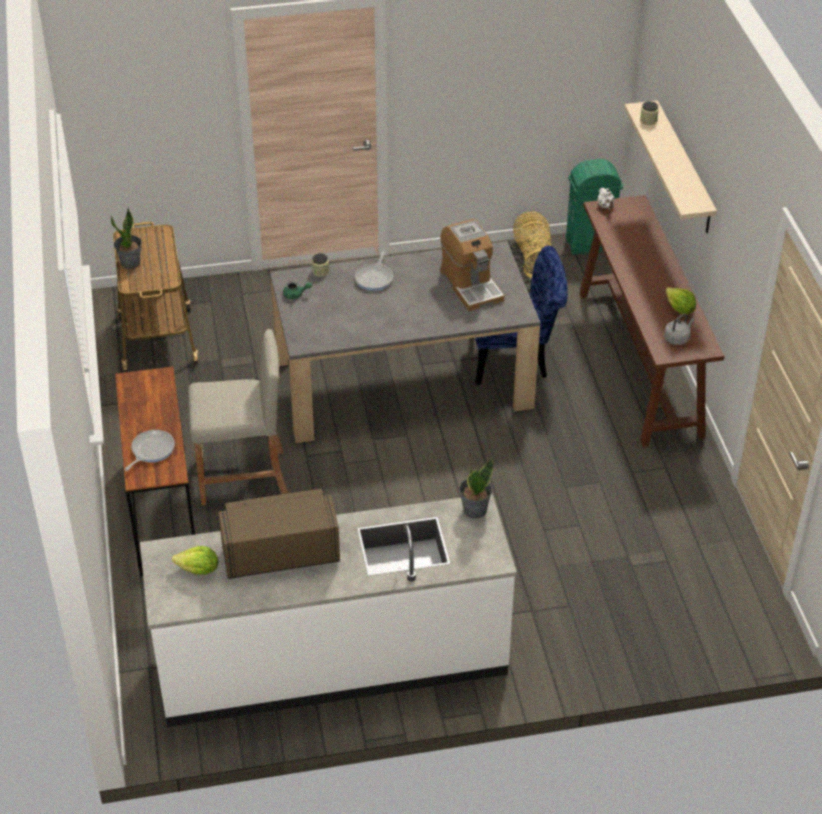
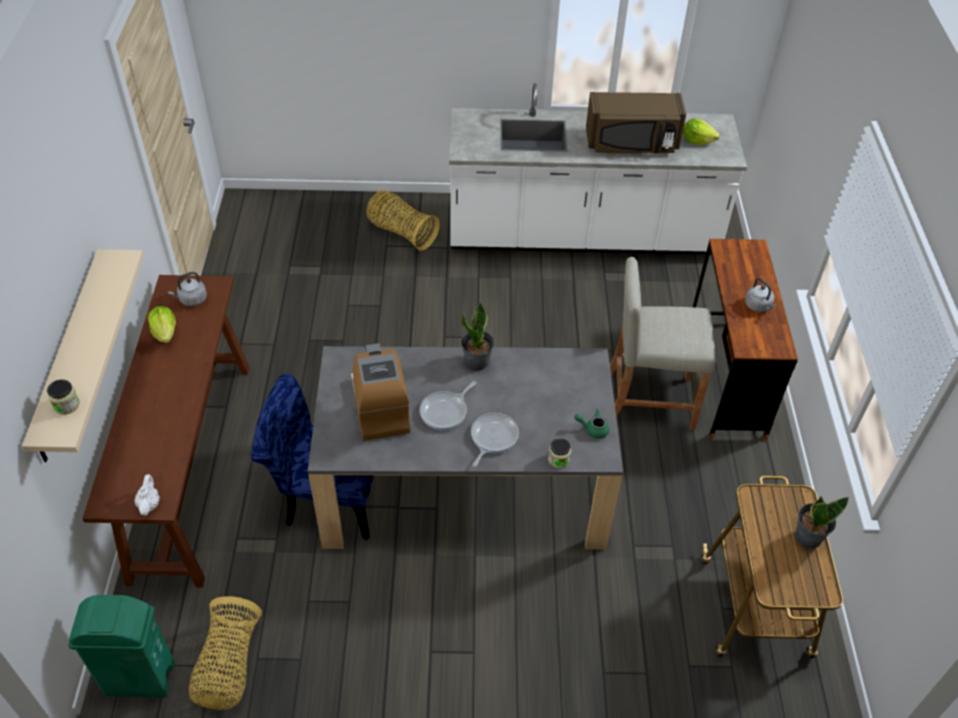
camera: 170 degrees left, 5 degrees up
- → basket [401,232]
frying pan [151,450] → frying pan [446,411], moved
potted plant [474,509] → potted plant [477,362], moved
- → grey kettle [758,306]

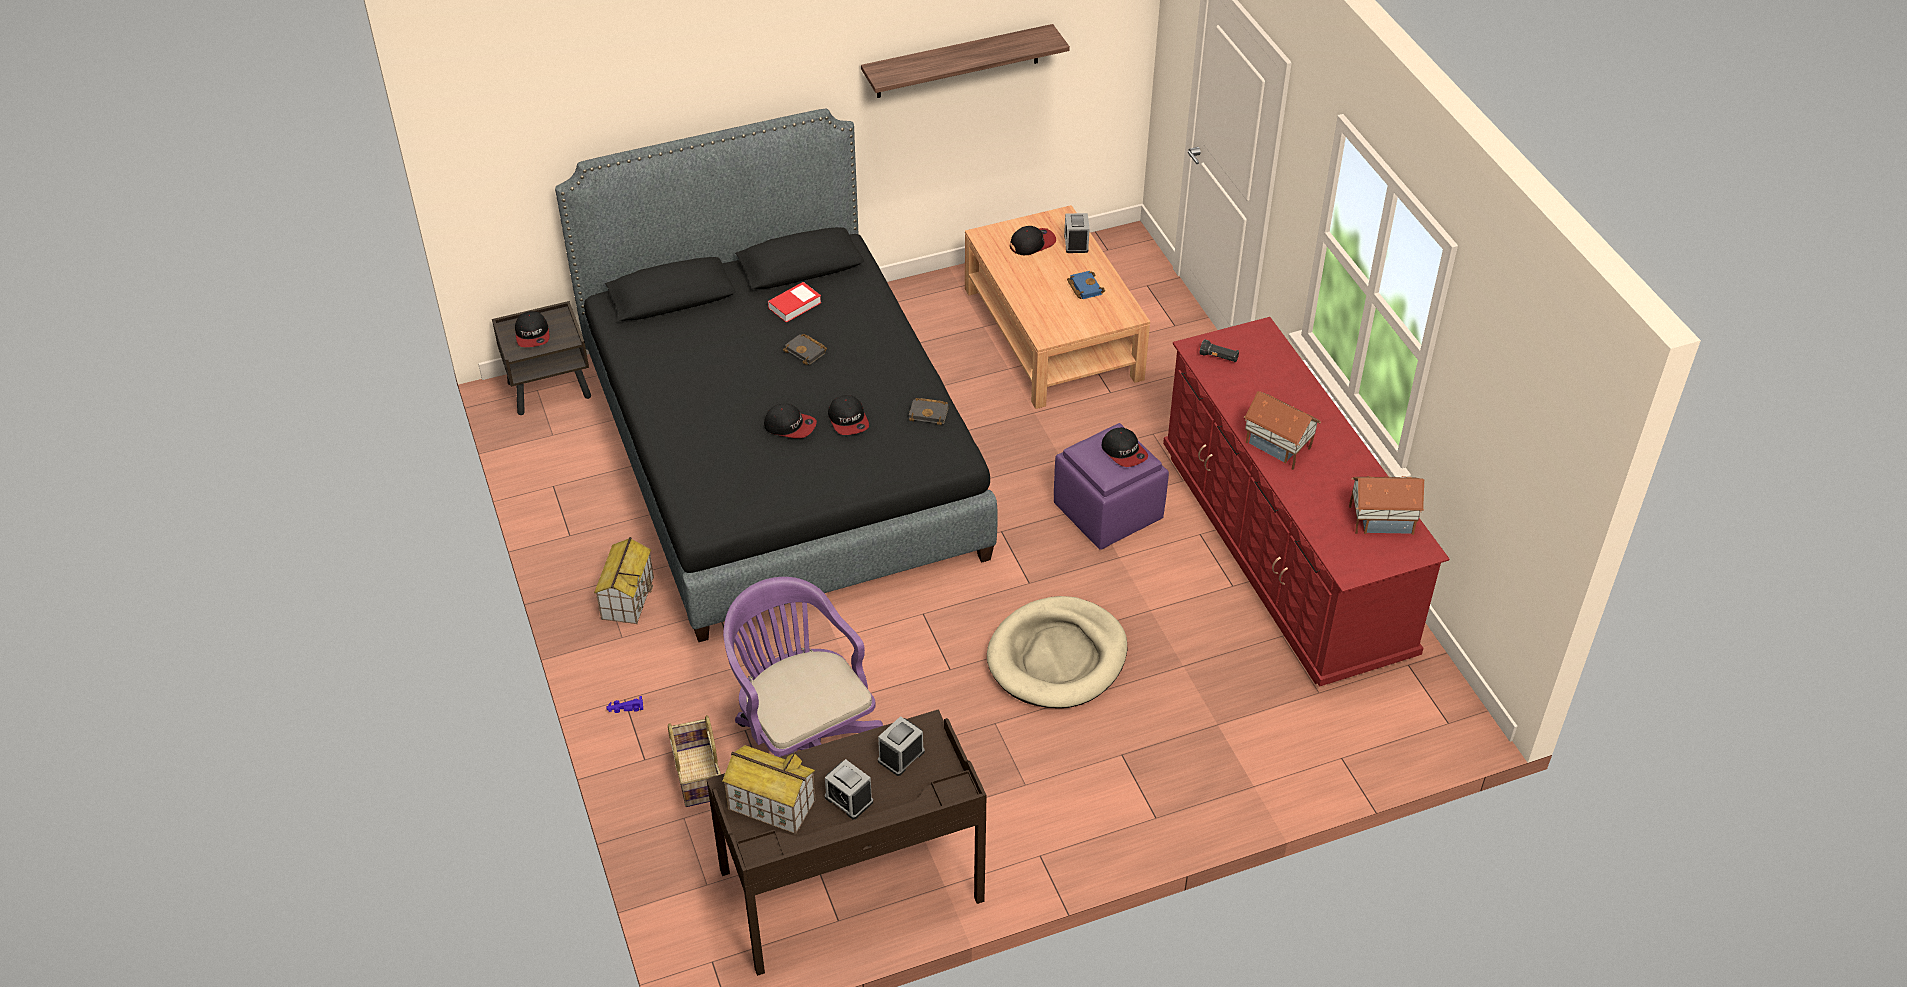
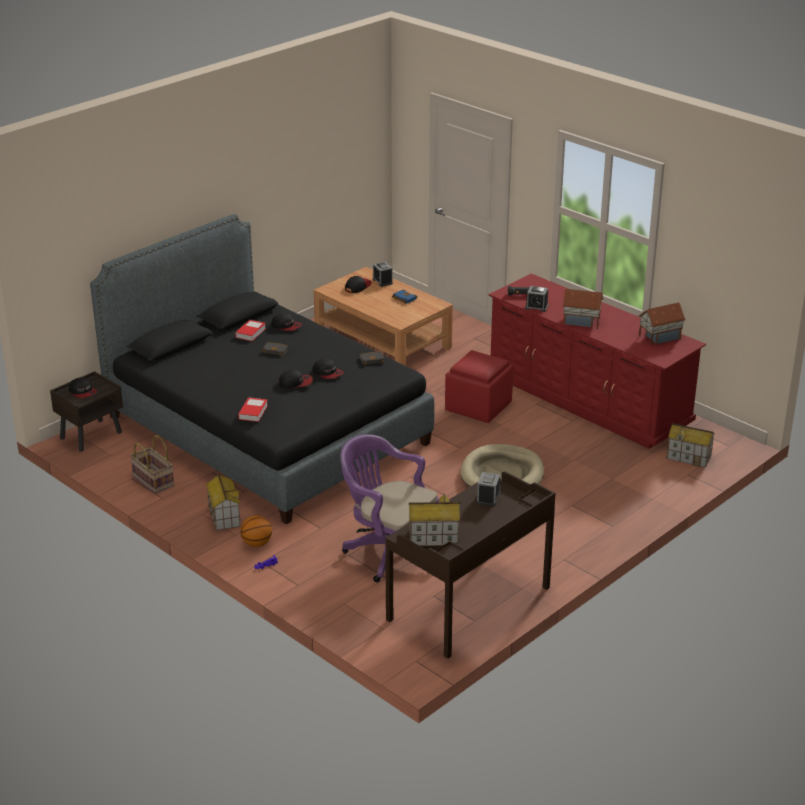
camera: 25 degrees left, 15 degrees down
basket [696,775] → basket [152,481], moved
- → book [253,412]
- → basketball [256,543]
cap [1124,452] → cap [286,326], moved
purple ottoman [1108,511] → red ottoman [478,407]
alarm clock [849,799] → alarm clock [536,307], moved
- → toy house [689,457]
shelf [958,61] → -

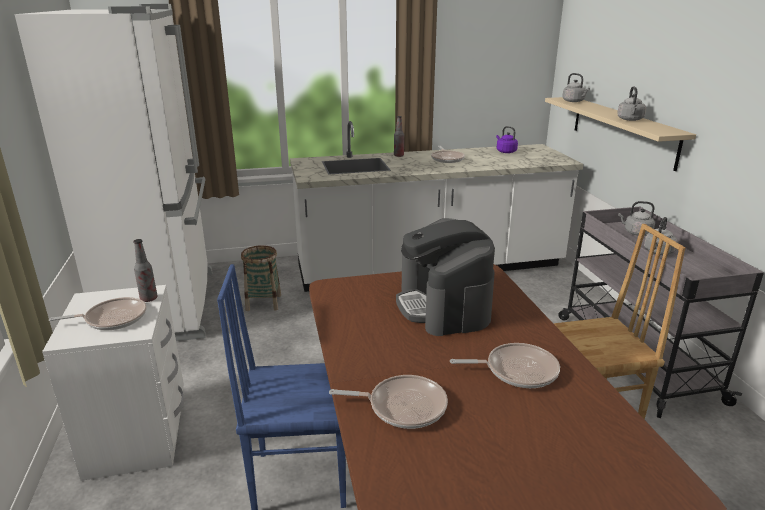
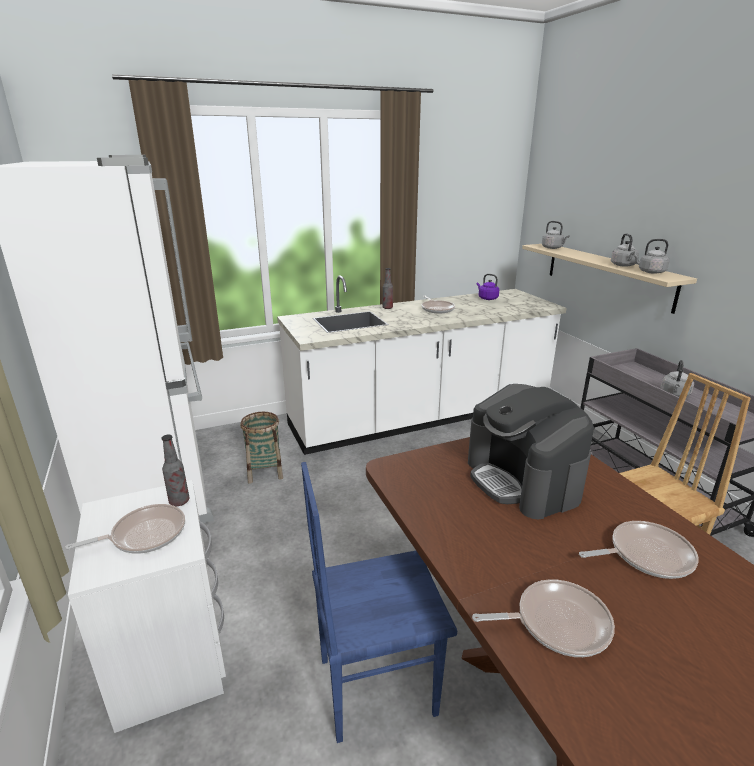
camera: 10 degrees left, 0 degrees up
grey kettle [636,233] → grey kettle [650,272], moved

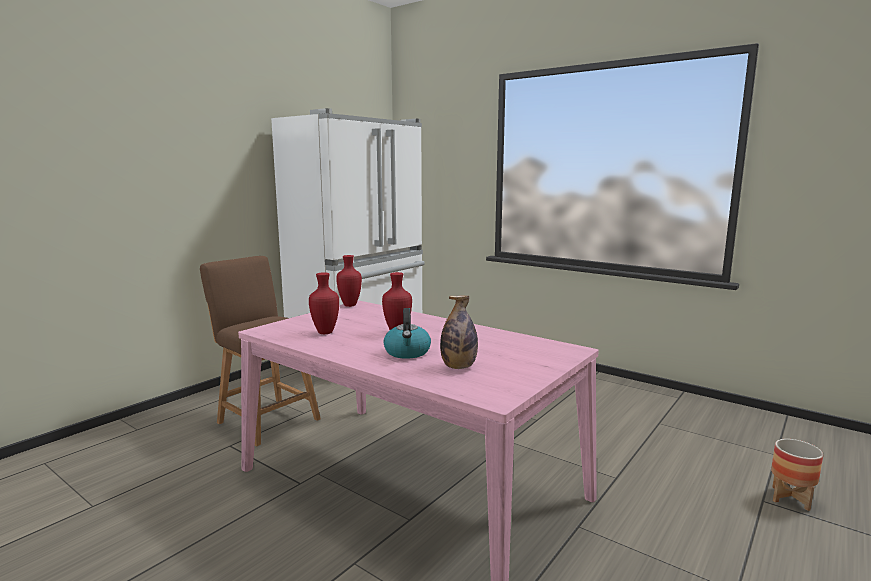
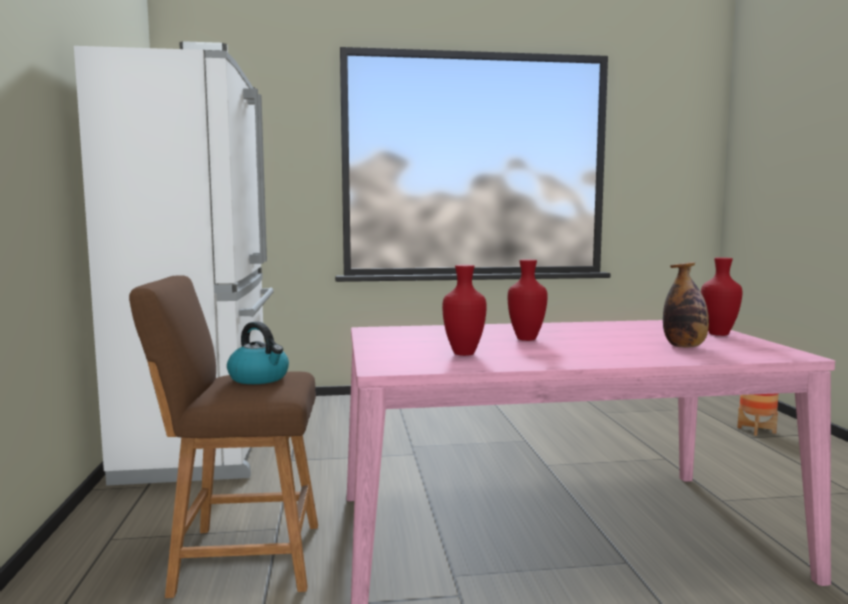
camera: 45 degrees left, 5 degrees down
kettle [407,352] → kettle [259,378], moved
red vase [349,305] → red vase [719,334], moved

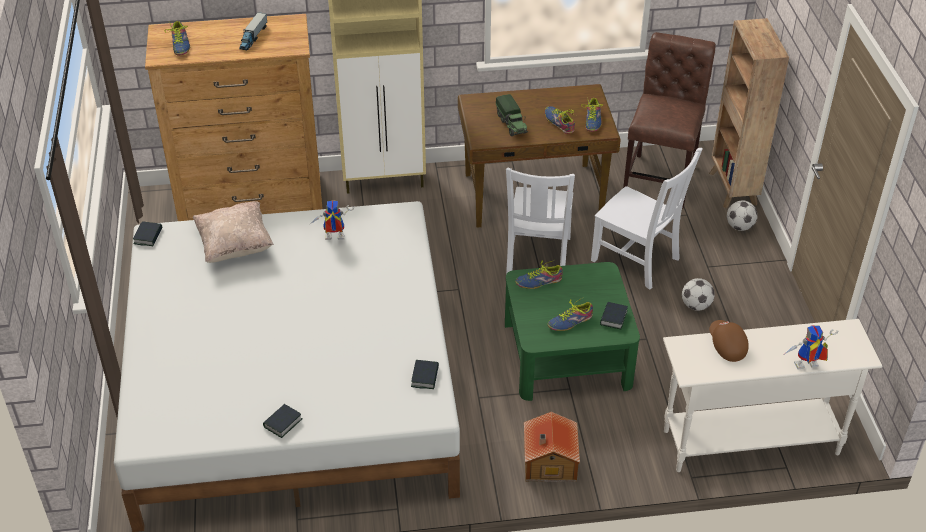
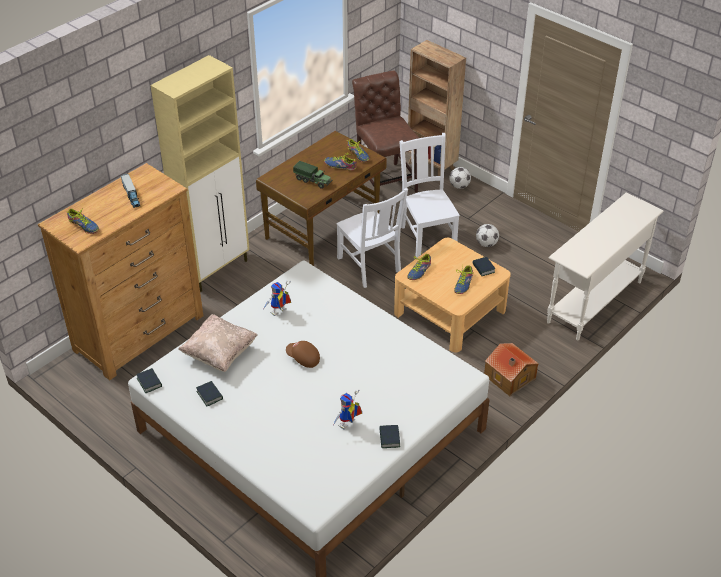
camera: 40 degrees left, 0 degrees up
book [425,377] → book [209,395], moved
brown cap [726,346] → brown cap [303,358], moved
toy robot [805,367] → toy robot [348,425], moved
green coffee table [568,354] → beige coffee table [450,312]
white chair [637,261] → white chair [427,236], 105 degrees counterclockwise

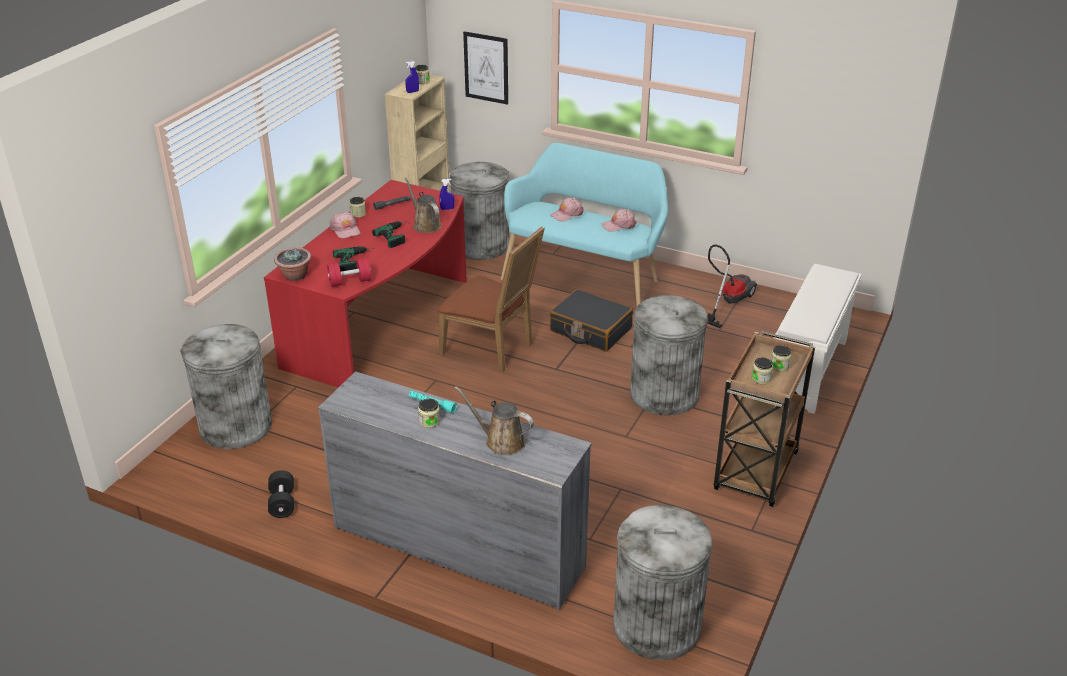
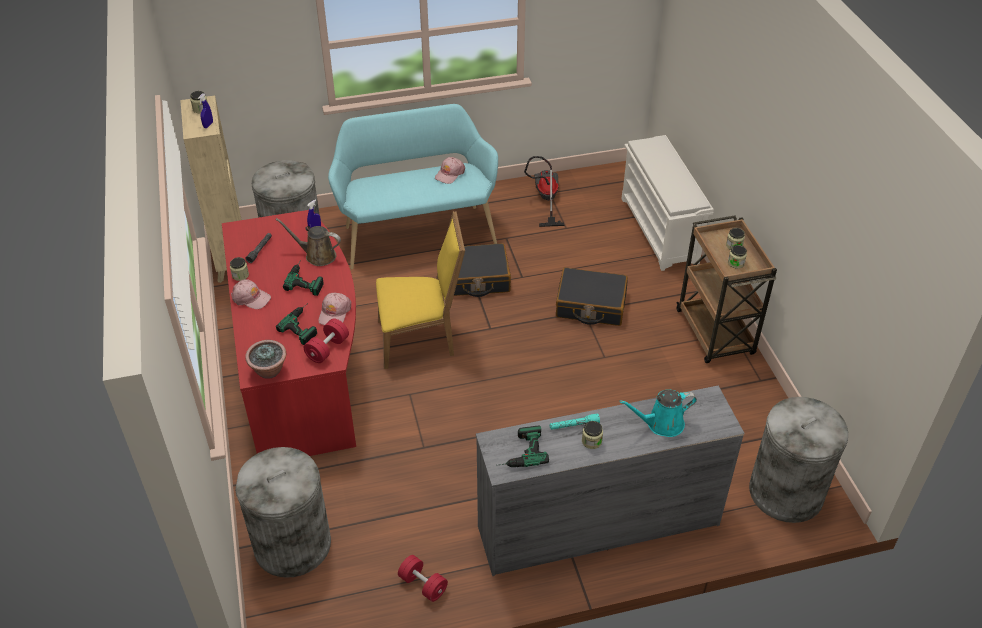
camera: 40 degrees left, 10 degrees up
pink cap [567,214] → pink cap [334,313], moved
brown chair [492,349] → yellow chair [421,339]
black dumbbell [282,503] → red dumbbell [423,584]
- → power drill [519,451]
grey trash can [664,394] → black suitcase [590,305]
brown watering can [501,441] → turquoise watering can [661,424]
picture [486,68] → -

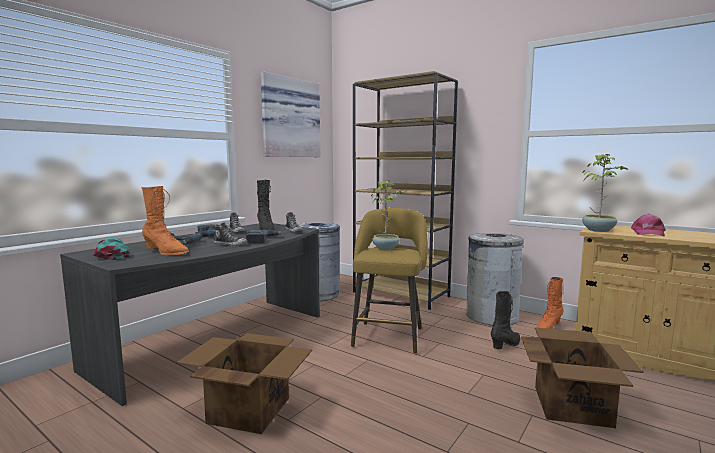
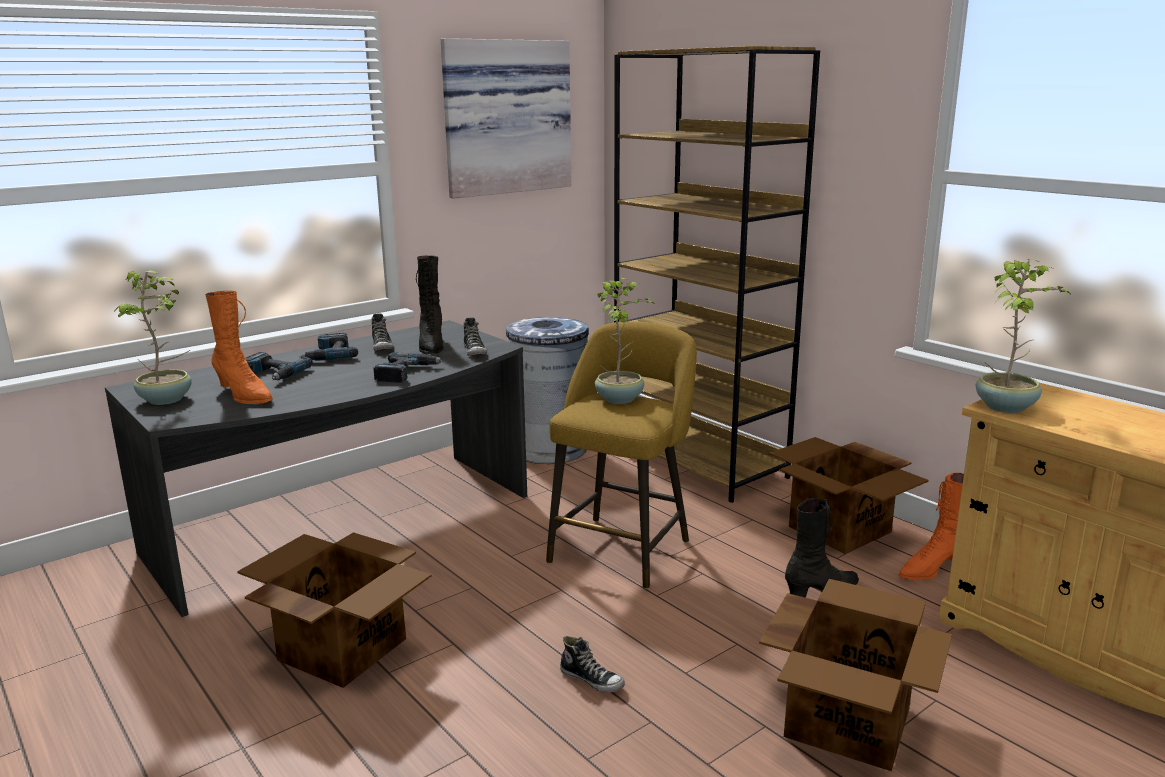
camera: 15 degrees right, 10 degrees up
turquoise cap [112,256] → potted plant [167,400]
shoe [230,245] → shoe [592,680], moved
grey trash can [491,316] → cardboard box [840,530]
pink cap [647,233] → -

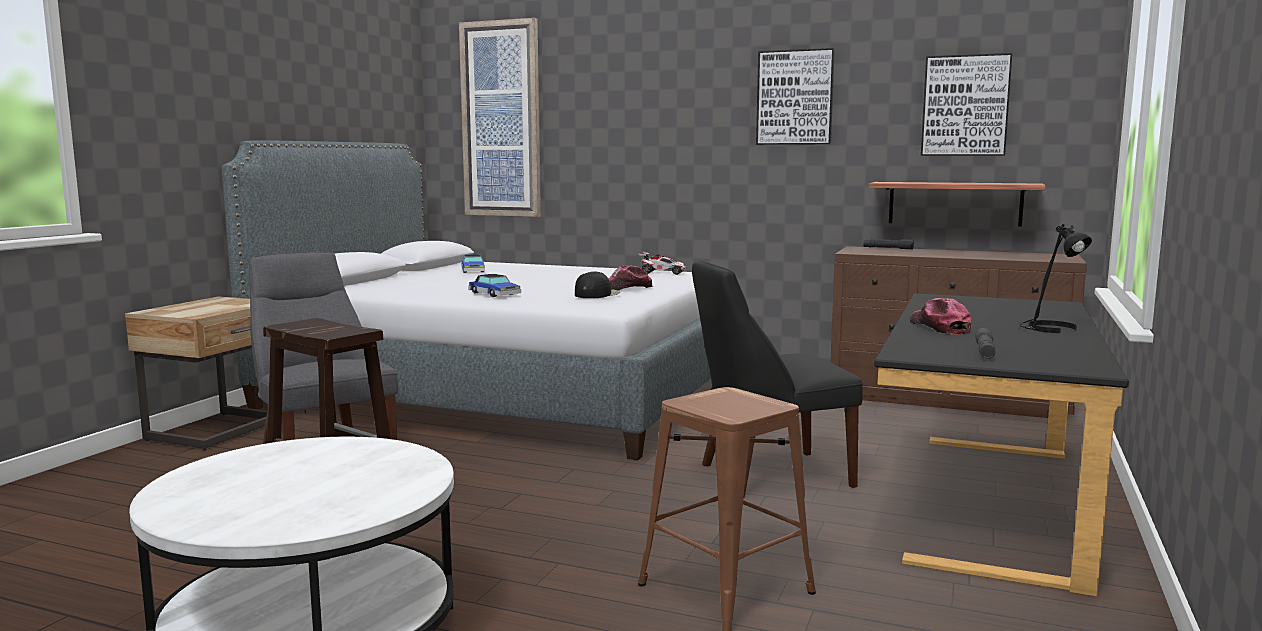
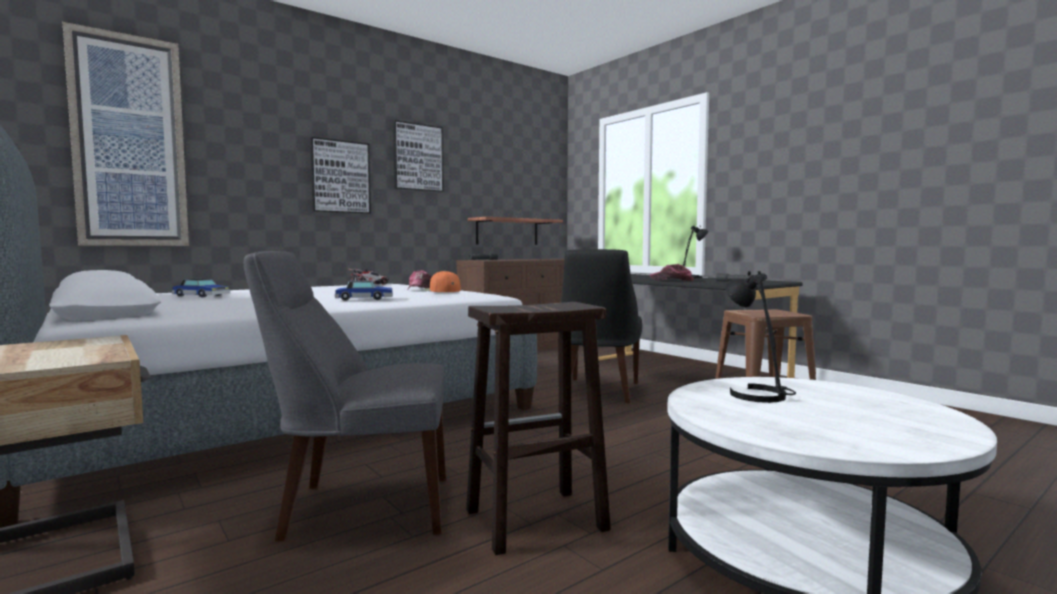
camera: 60 degrees left, 5 degrees down
picture [965,106] → picture [340,177], moved
black cap [596,294] → orange cap [441,290]
- → black table lamp [759,394]

